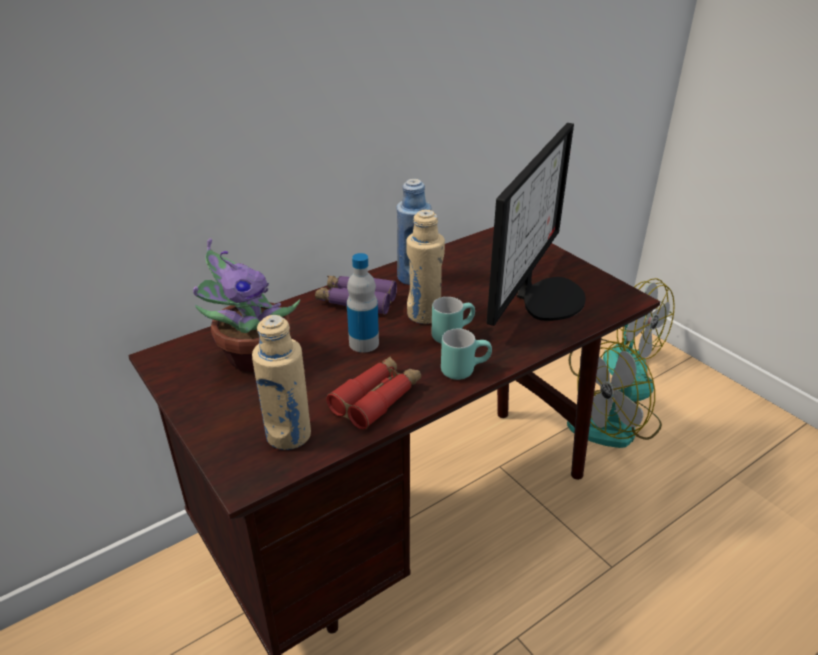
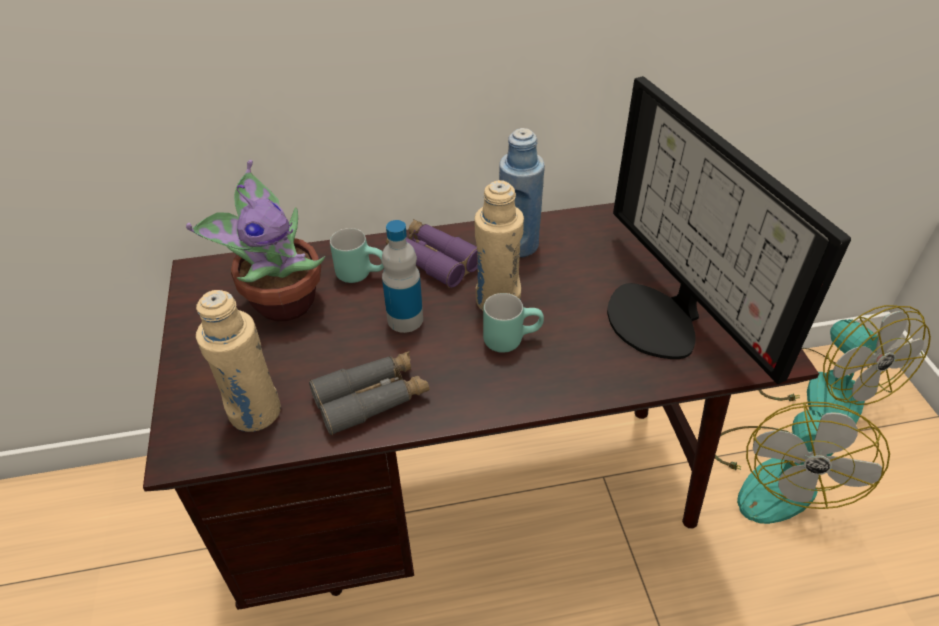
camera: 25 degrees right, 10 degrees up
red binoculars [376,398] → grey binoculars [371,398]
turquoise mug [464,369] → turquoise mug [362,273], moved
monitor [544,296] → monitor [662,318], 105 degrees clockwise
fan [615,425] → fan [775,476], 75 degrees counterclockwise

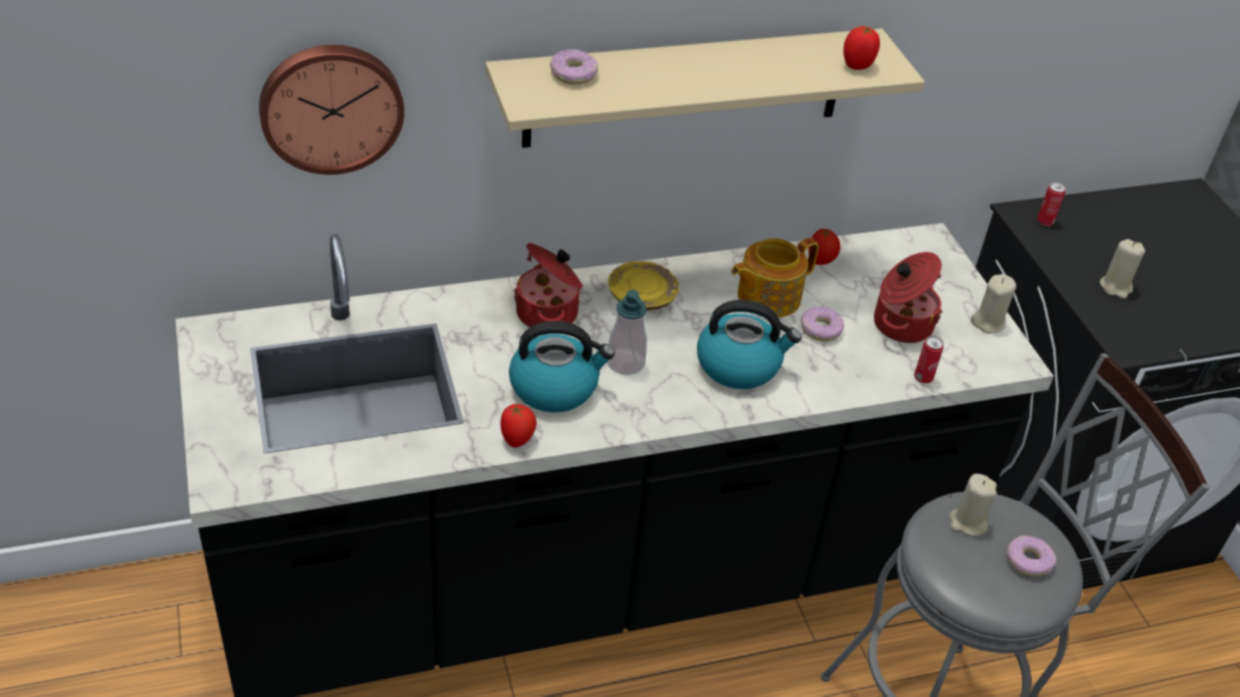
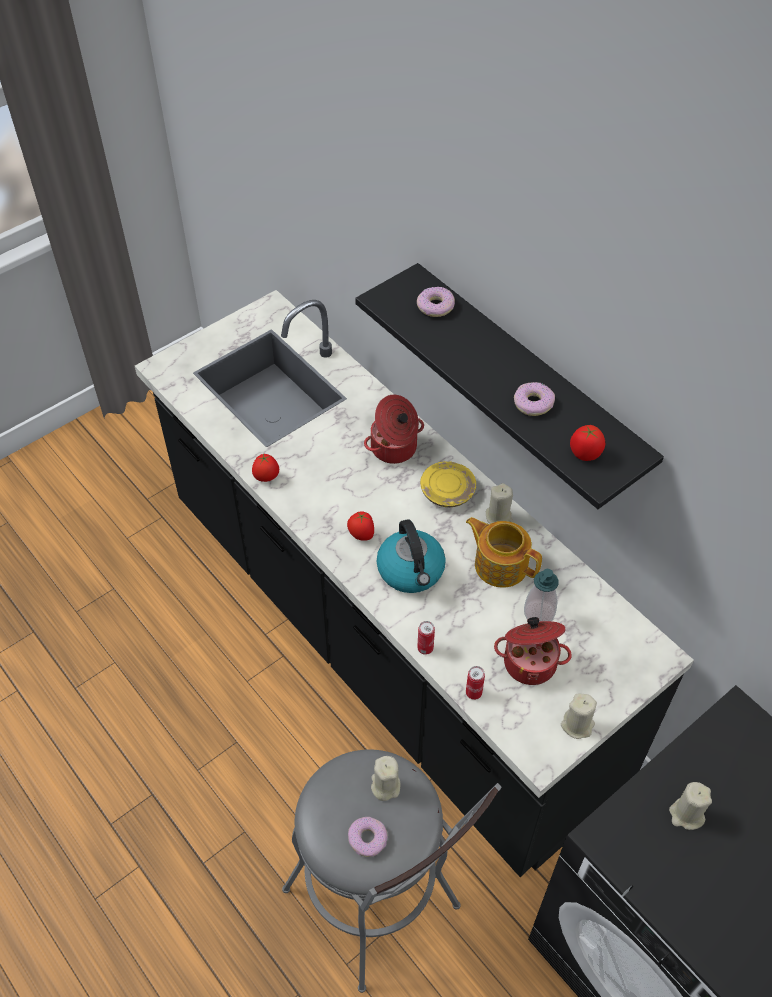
camera: 70 degrees right, 10 degrees up
tomato [820,262] → tomato [361,535], moved
beige shelf [686,87] → black shelf [527,381]
can [1045,222] → can [425,648], moved
- → beige candle [499,517]
donut [820,329] → donut [533,403], moved
soap dispenser [625,363] → soap dispenser [539,613], moved
wall clock [331,106] → -
kettle [555,387] → -

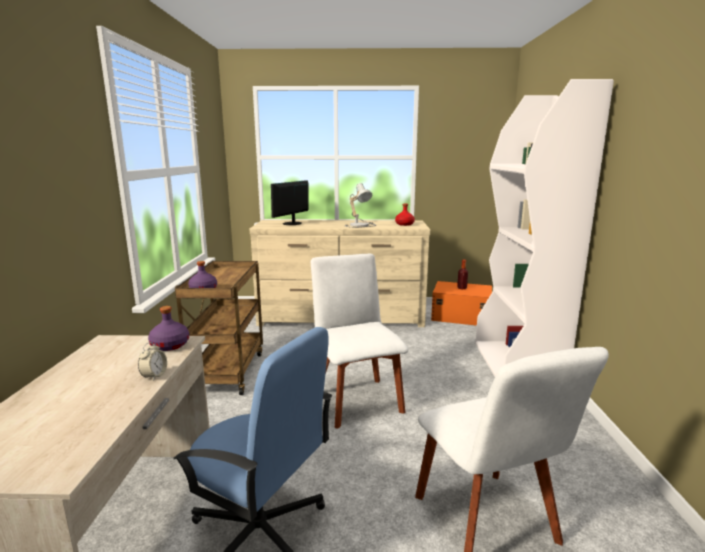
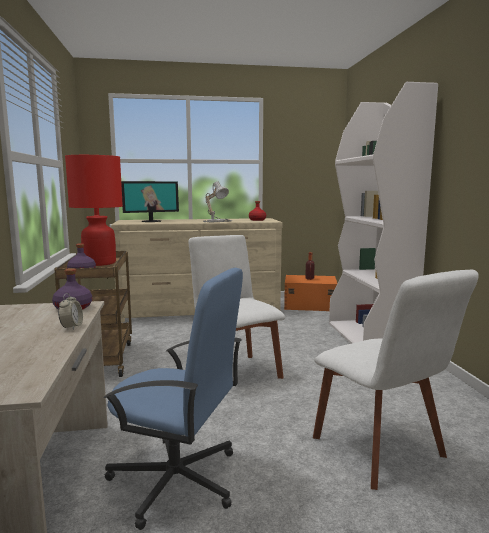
camera: 10 degrees left, 5 degrees down
- → red table lamp [100,263]
monitor [292,223] → monitor [151,221], 135 degrees counterclockwise

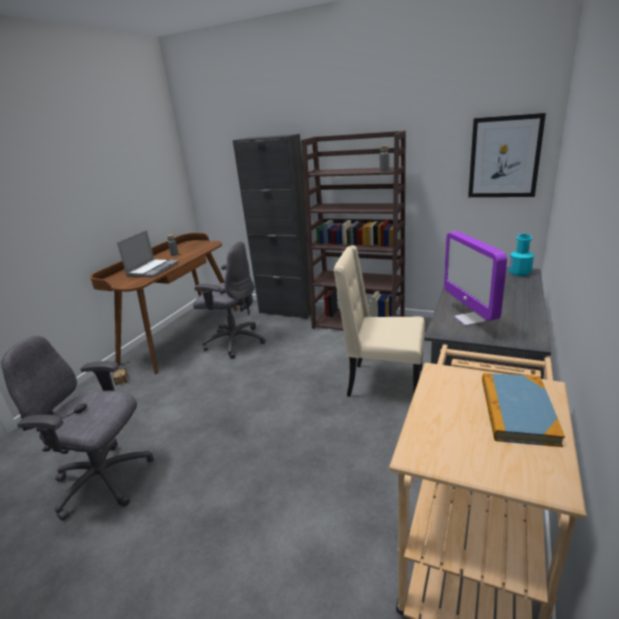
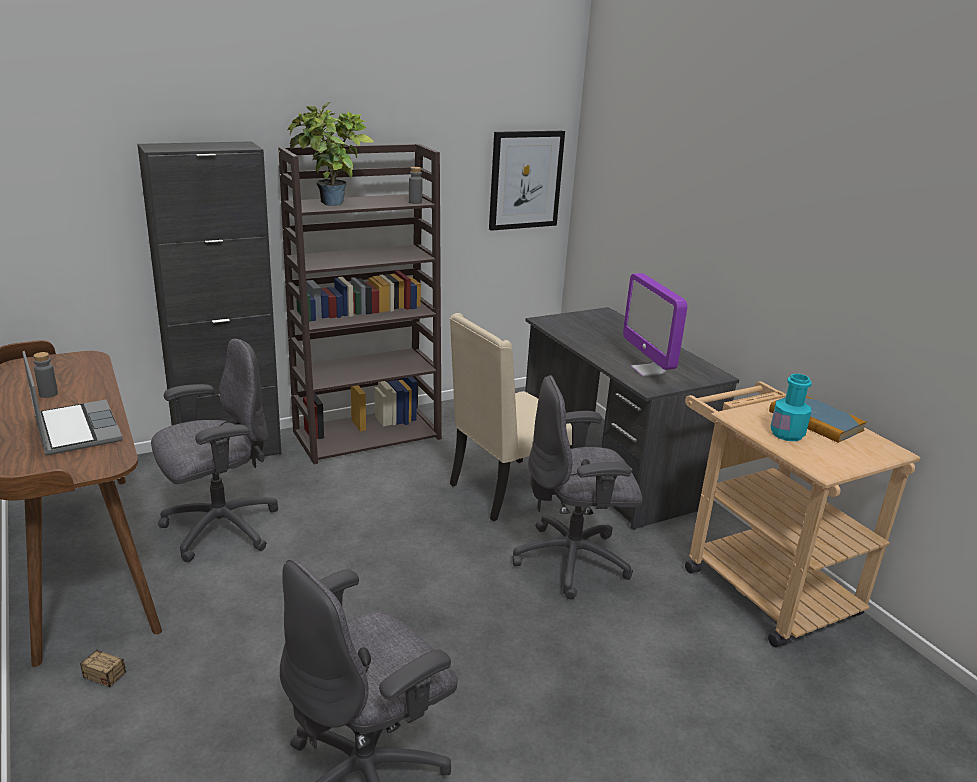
camera: 55 degrees left, 0 degrees up
- → potted plant [330,205]
- → grey office chair [573,561]
monitor [470,319] → monitor [648,370], 45 degrees clockwise
turquoise bottle [519,272] → turquoise bottle [786,434], moved

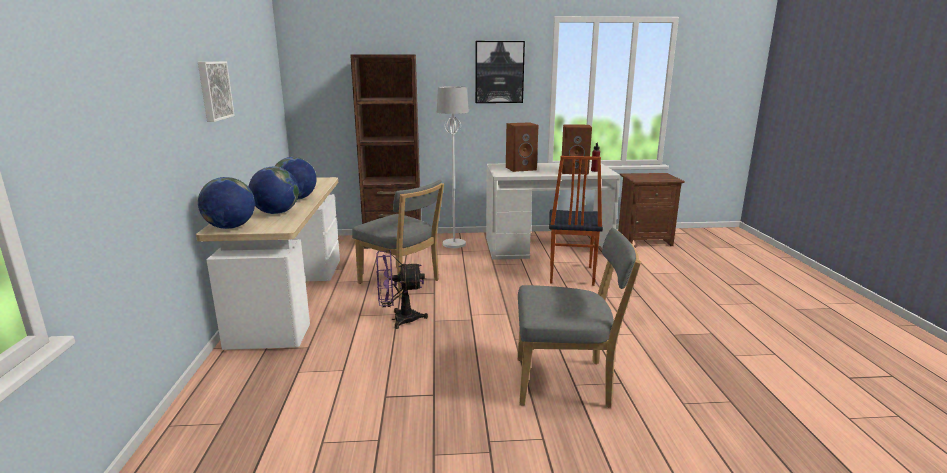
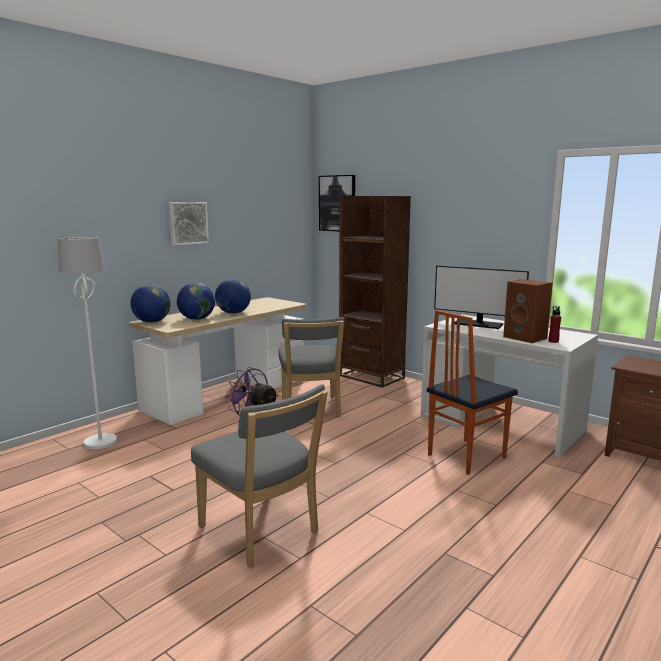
camera: 45 degrees right, 5 degrees down
white floor lamp [454,244] → white floor lamp [101,442], moved
picture [499,72] → picture [337,203], moved
brown speaker [521,168] → monitor [478,324]

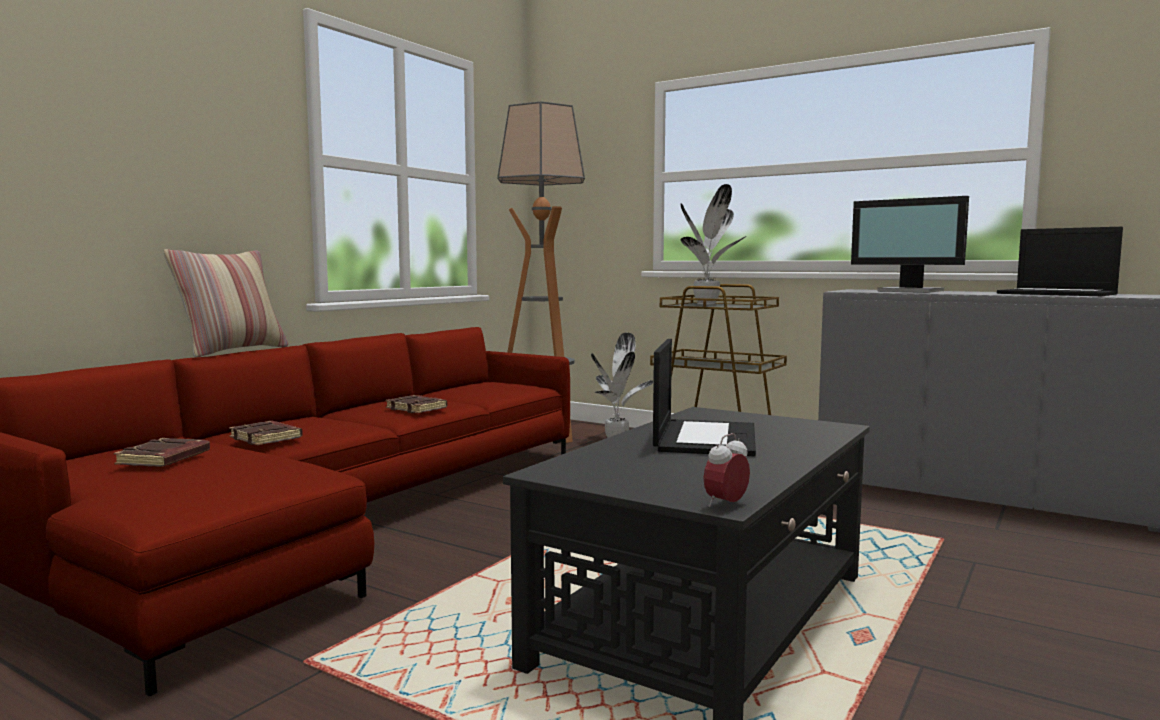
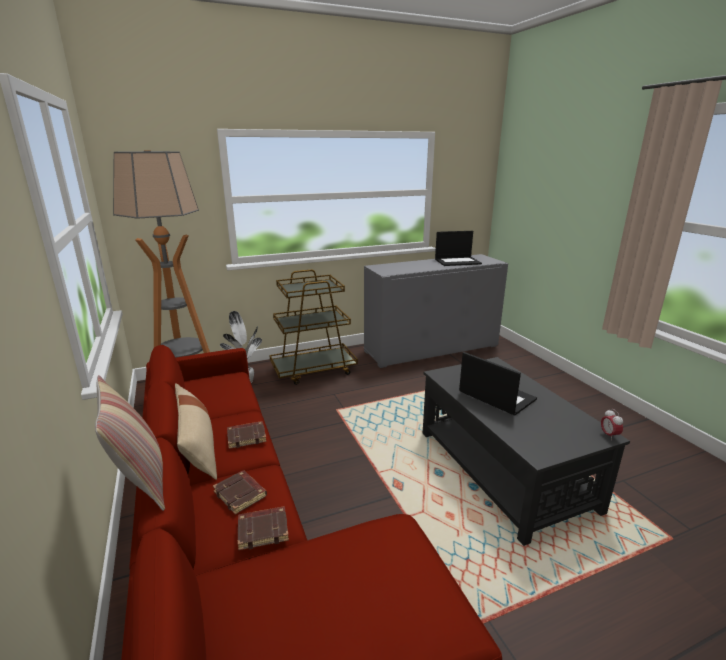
camera: 55 degrees left, 15 degrees up
- → beige pillow [197,447]
brown book [164,459] → brown book [241,494], moved
potted plant [707,304] → -
monitor [910,291] → -

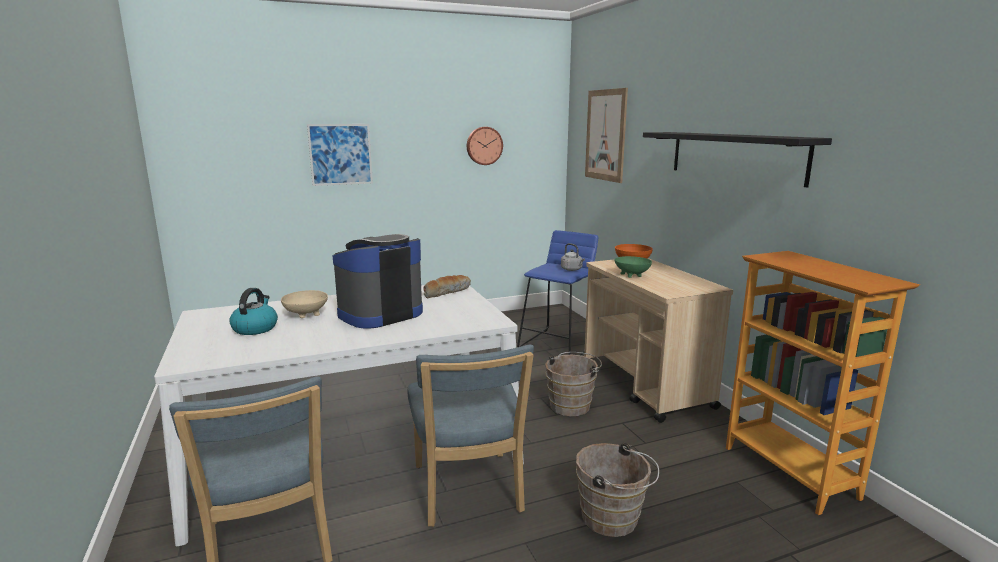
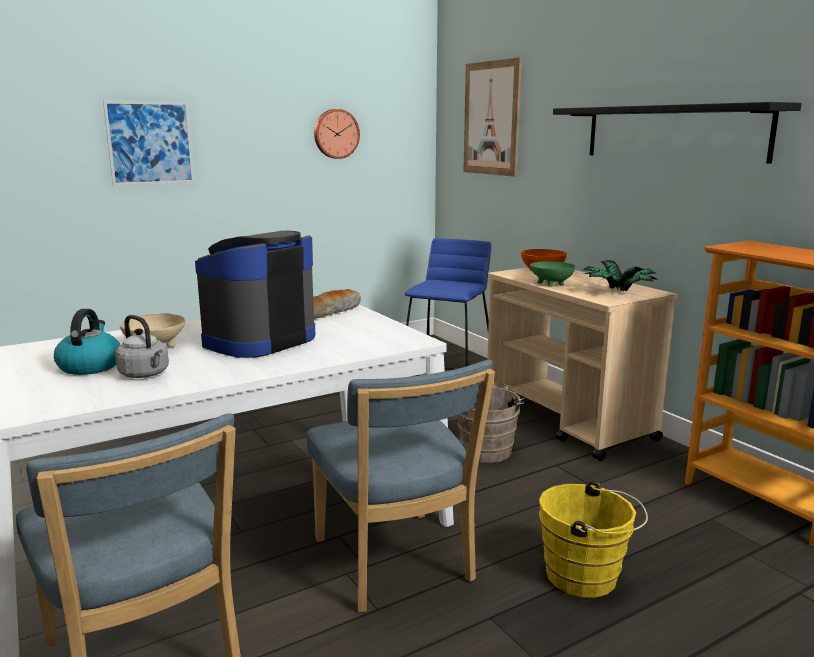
camera: 10 degrees left, 0 degrees up
grey kettle [572,269] → grey kettle [145,374], moved
brown bucket [613,519] → yellow bucket [587,577]
- → potted plant [617,292]

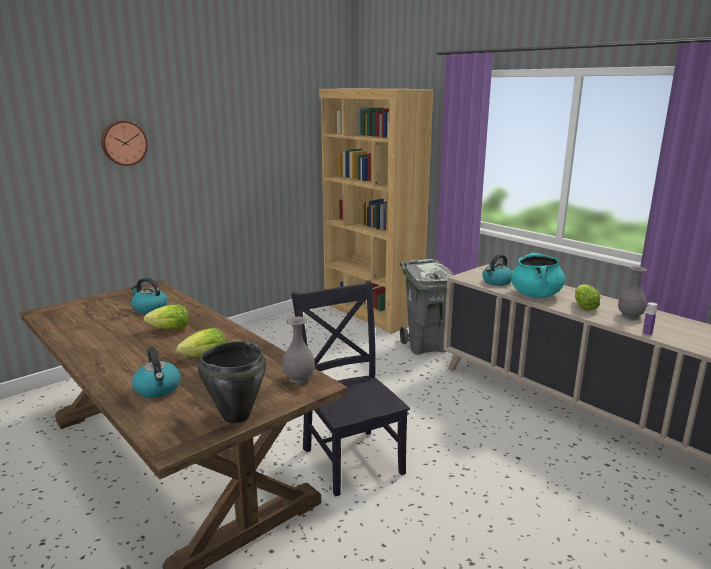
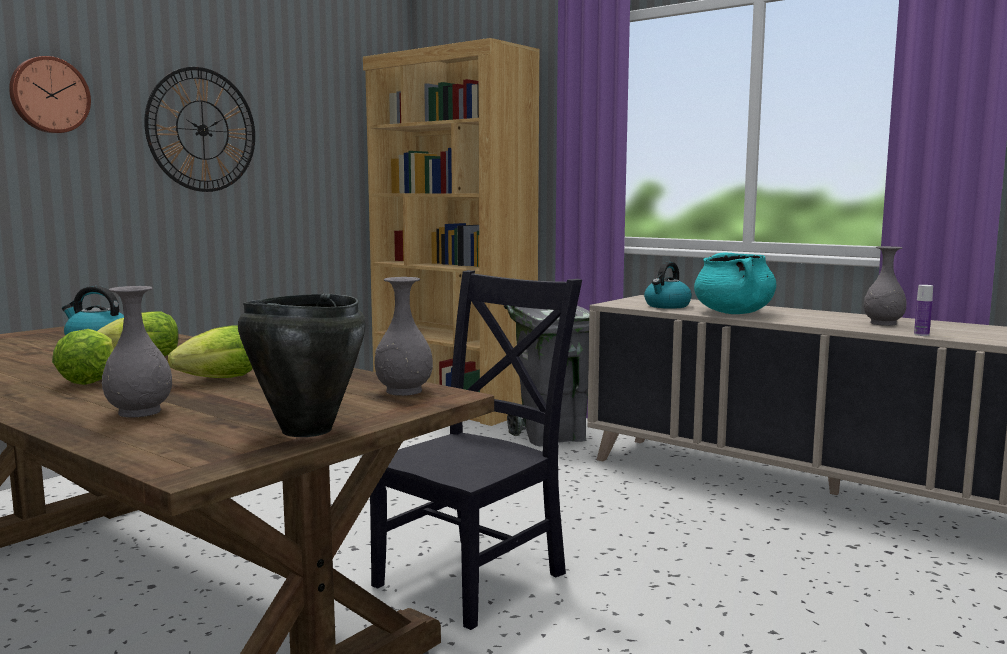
camera: 10 degrees left, 10 degrees down
lettuce [584,307] → lettuce [89,380], moved
kettle [158,389] → grey vase [140,412]
- → wall clock [202,130]
black chair [351,457] → black chair [476,576], 75 degrees clockwise

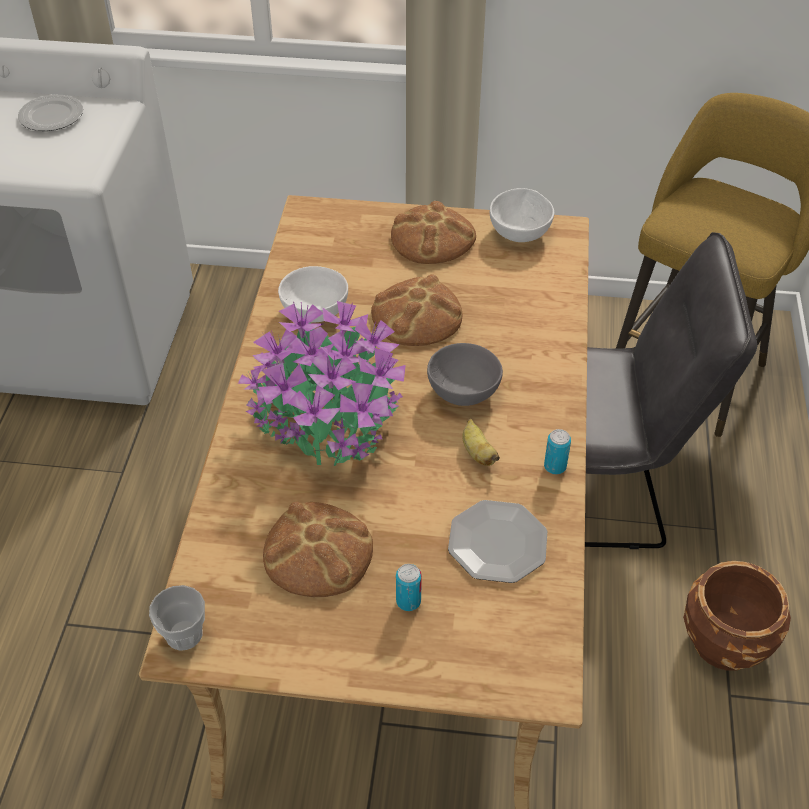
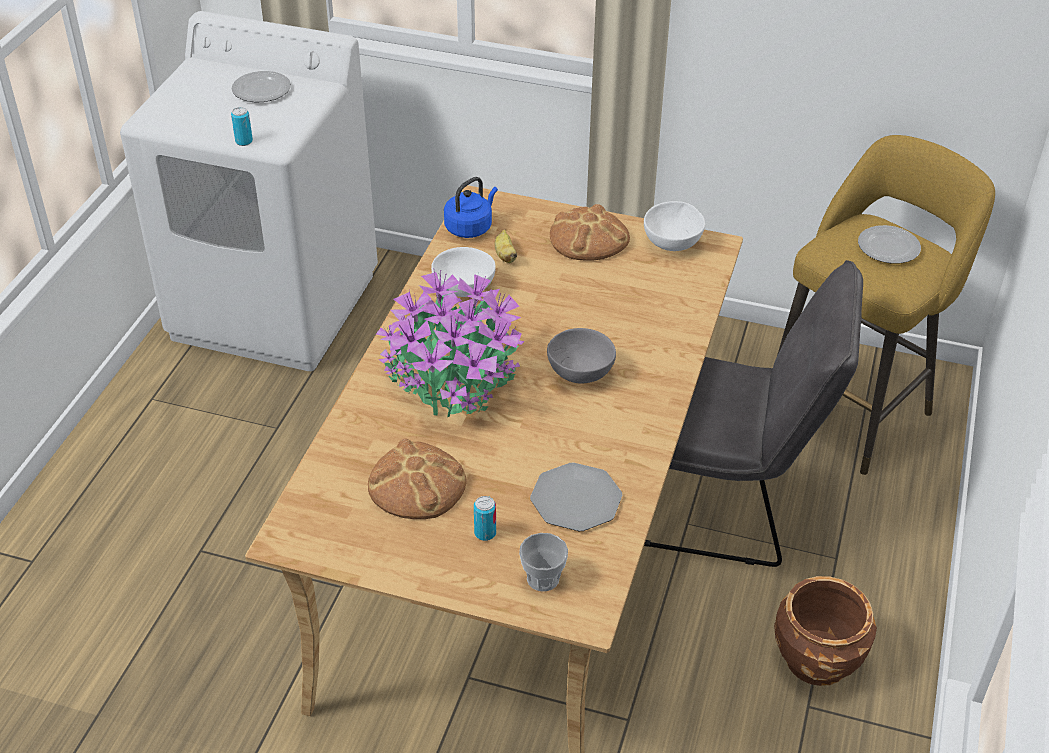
camera: 10 degrees right, 5 degrees down
can [555,466] → can [244,141], moved
- → blue kettle [470,227]
banana [477,453] → banana [505,255], moved
cup [184,634] → cup [543,578], moved
- → plate [887,248]
bread [417,315] → -

